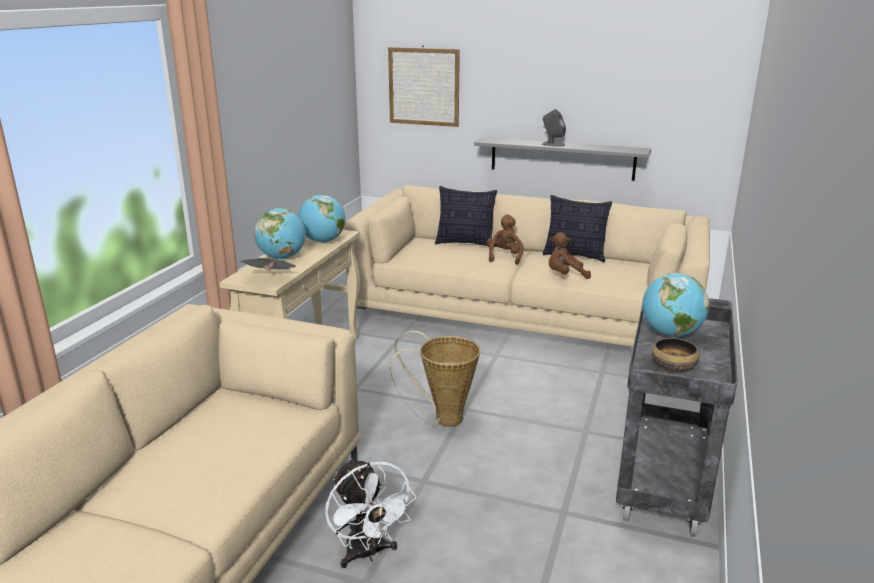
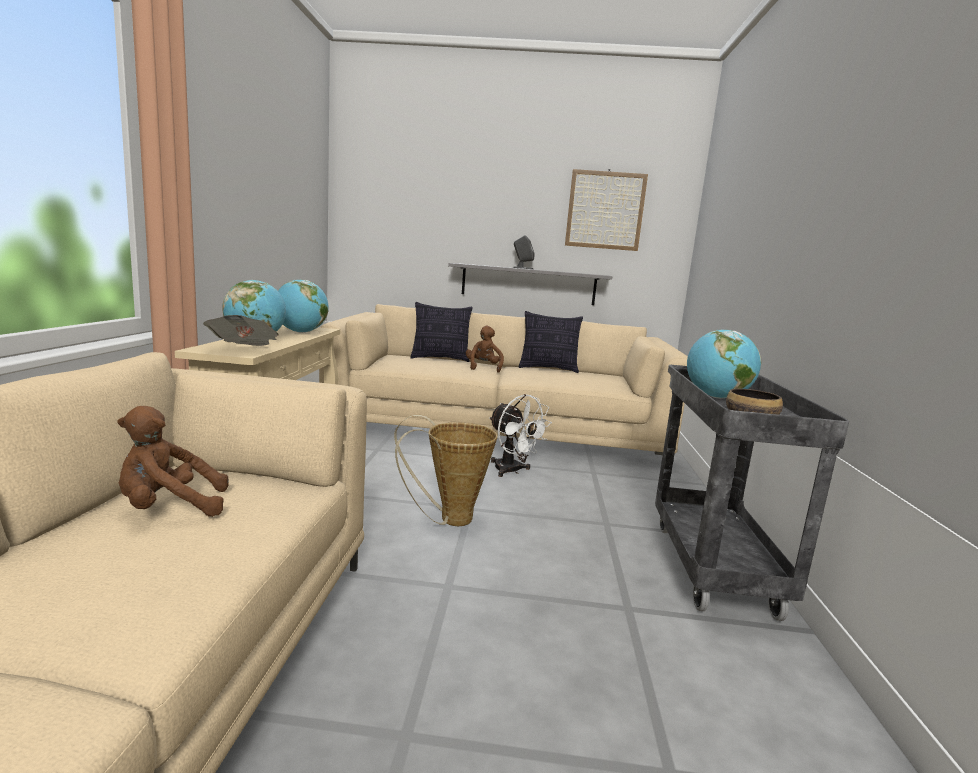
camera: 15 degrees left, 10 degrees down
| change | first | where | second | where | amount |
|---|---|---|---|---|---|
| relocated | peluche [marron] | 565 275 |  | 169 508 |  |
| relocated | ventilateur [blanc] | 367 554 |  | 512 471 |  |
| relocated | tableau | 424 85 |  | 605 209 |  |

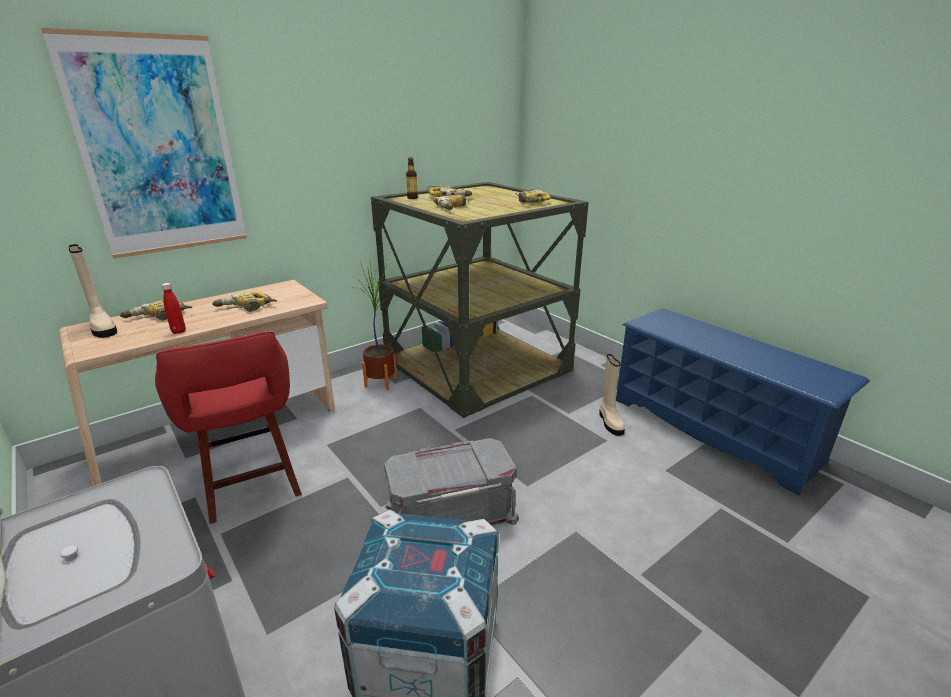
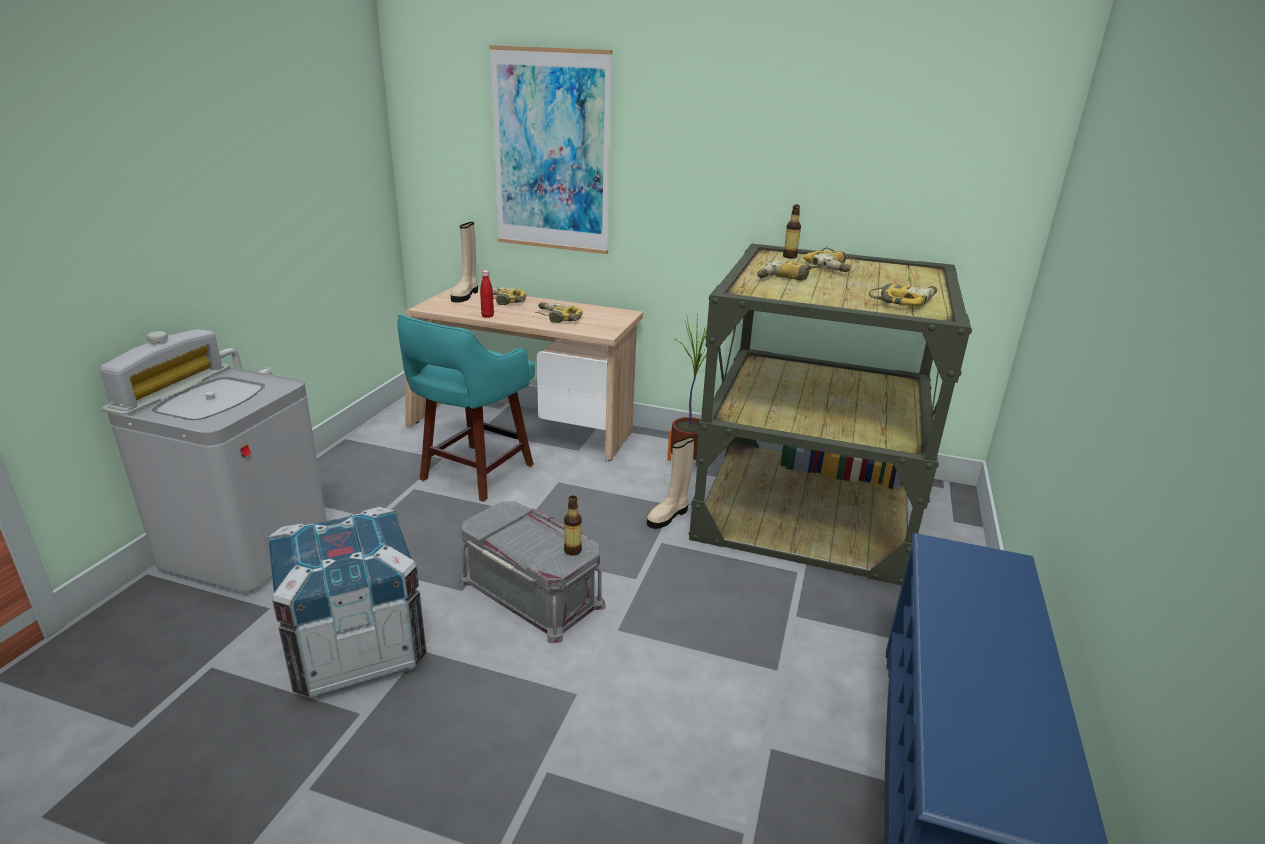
camera: 55 degrees right, 0 degrees up
| change | first | where | second | where | amount |
|---|---|---|---|---|---|
| colour | tabouret [rouge] | 251 486 | tabouret [turquoise] | 473 474 |  |
| appeared |  |  | bouteille | 572 550 |  |
| relocated | botte [beige] | 609 422 |  | 668 516 |  |

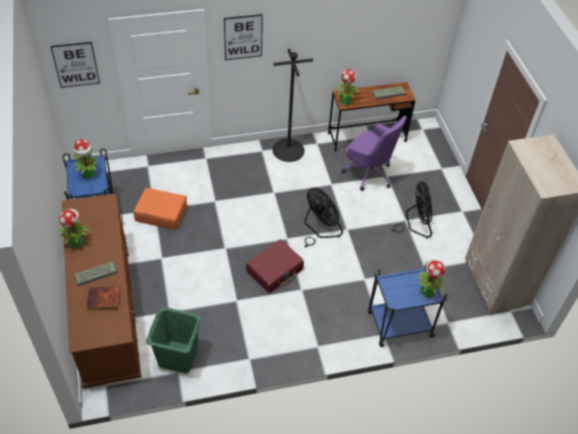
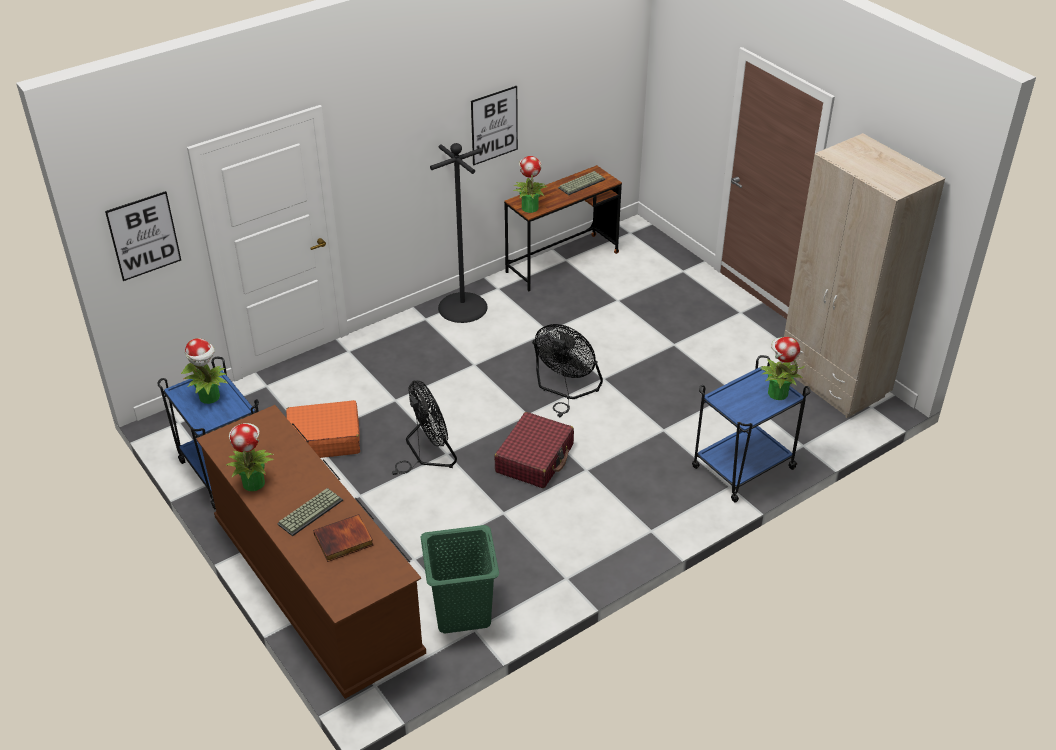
camera: 20 degrees left, 10 degrees down
| change | first | where | second | where | amount |
|---|---|---|---|---|---|
| relocated | ventilateur [noir] | 414 222 |  | 424 451 |  |
| relocated | tableau | 243 37 |  | 494 125 |  |
| missing | chaise de bureau [violet] | 368 174 |  |  |  |

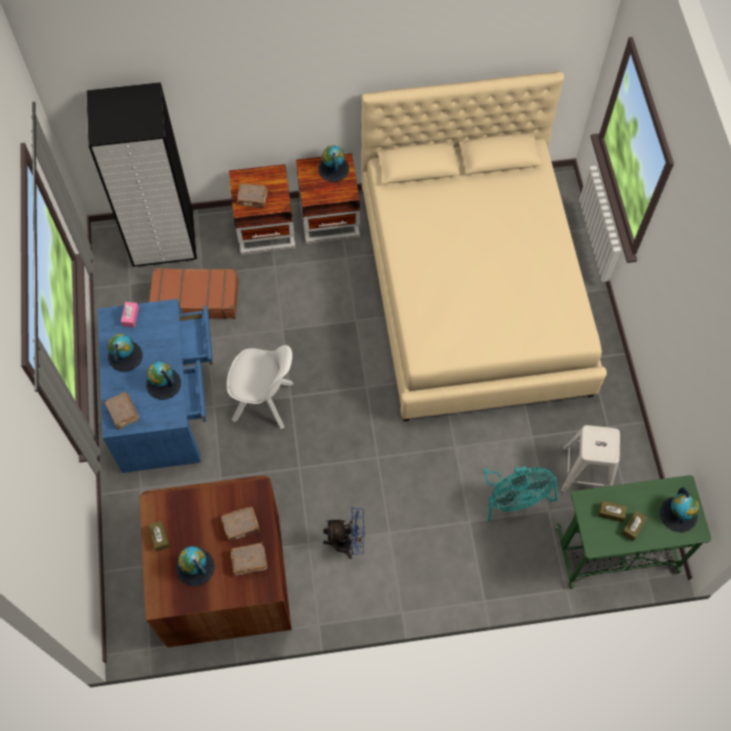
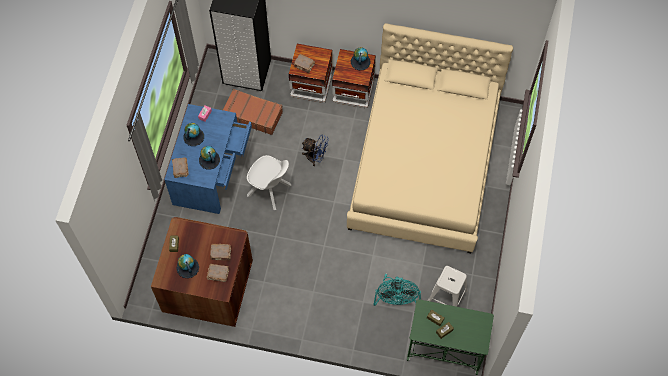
camera: 20 degrees right, 0 degrees up
| change | first | where | second | where | amount |
|---|---|---|---|---|---|
| relocated | ventilateur [bleu] | 348 543 |  | 315 157 |  |
| missing | globe | 678 514 |  |  |  |

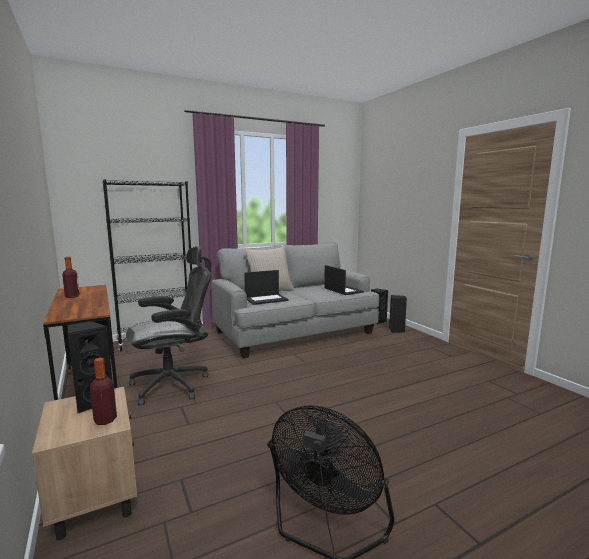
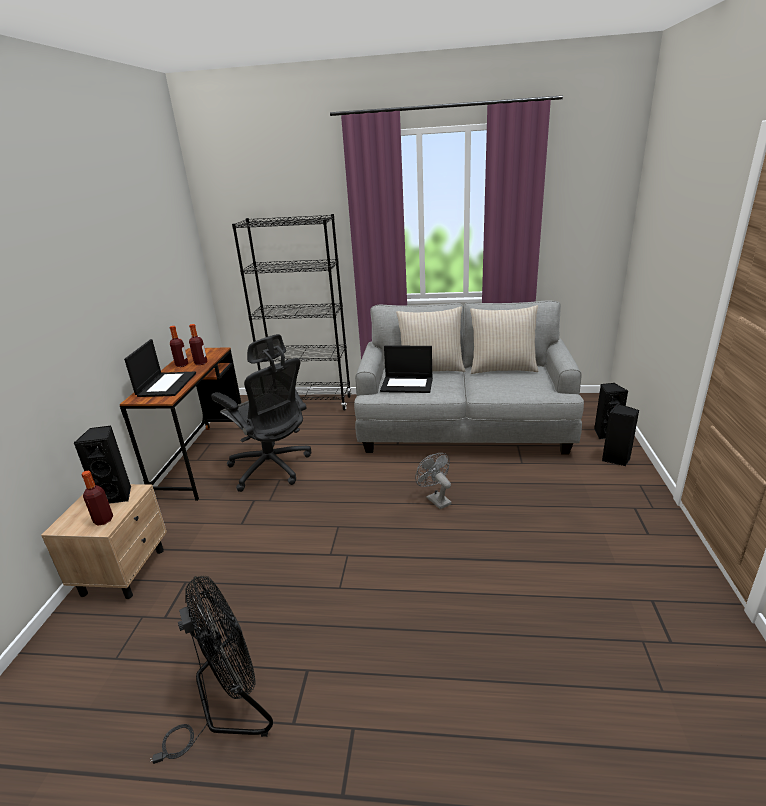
camera: 35 degrees right, 15 degrees up
| change | first | where | second | where | amount |
|---|---|---|---|---|---|
| relocated | ordinateur portable | 342 290 |  | 166 384 |  |
| appeared |  |  | bouteille | 201 363 |  |
| spun | chaise de bureau | 174 384 |  | 272 469 | 45 degrees clockwise |
| appeared |  |  | ventilateur [gris] | 435 499 |  |
| appeared |  |  | coussin [beige] | 502 368 |  |

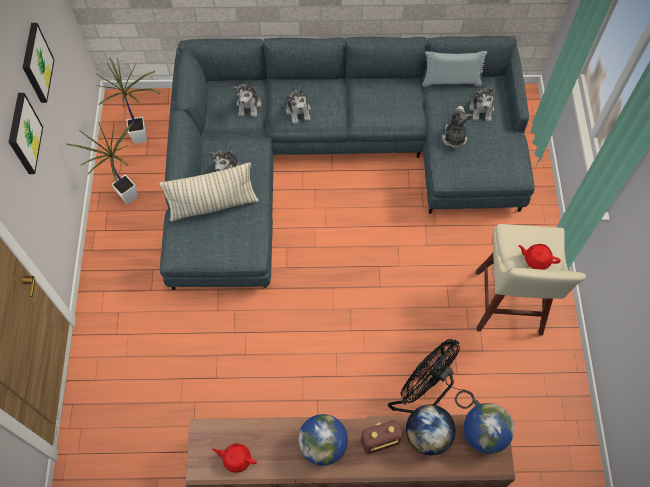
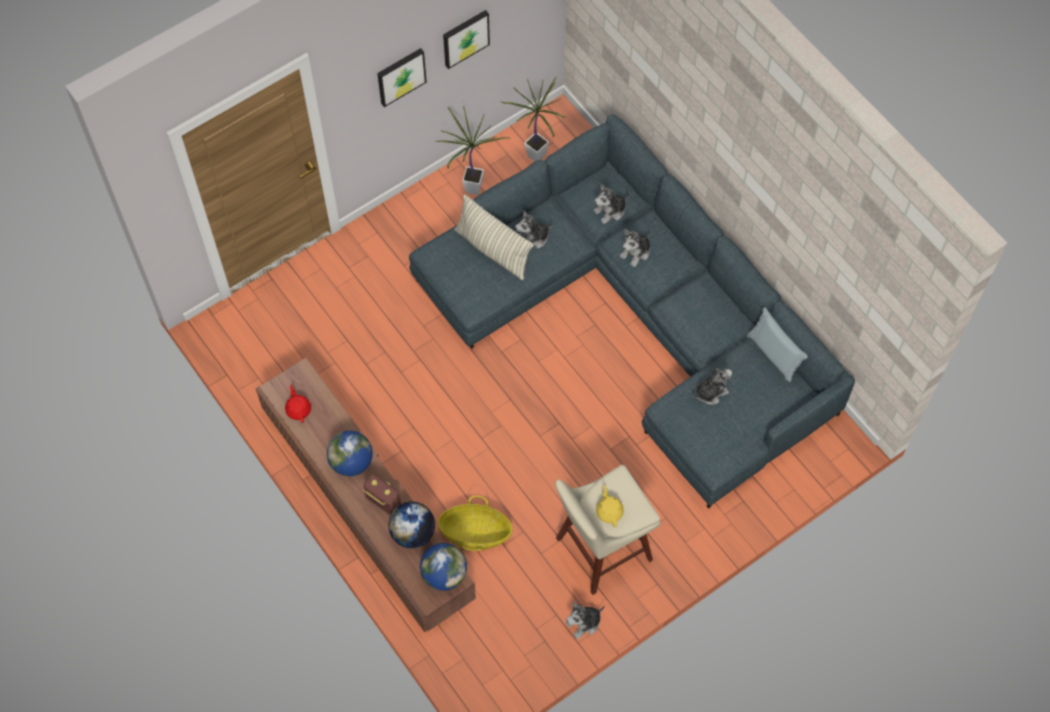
camera: 55 degrees right, 0 degrees up
| change | first | where | second | where | amount |
|---|---|---|---|---|---|
| exchanged | ventilateur [noir] | 432 389 | panier | 475 533 |  |
| relocated | peluche | 481 109 |  | 584 623 |  |
| colour | théière [rouge] | 536 259 | théière [jaune] | 609 511 |  |

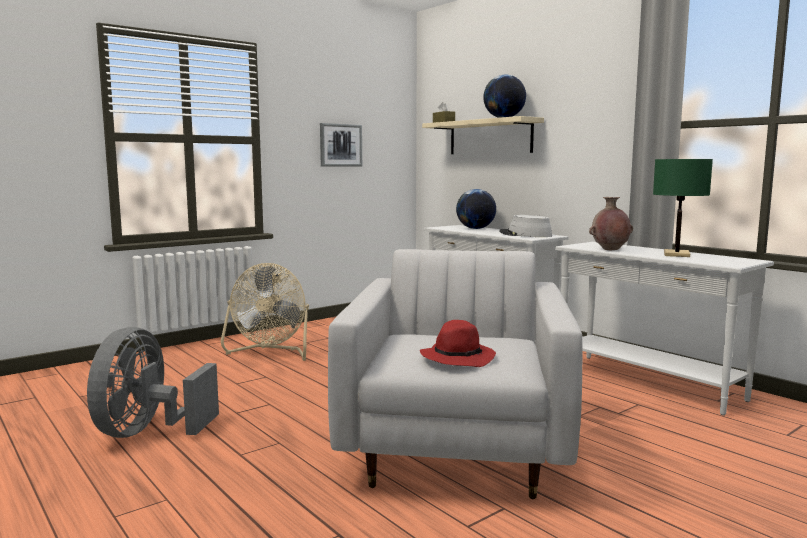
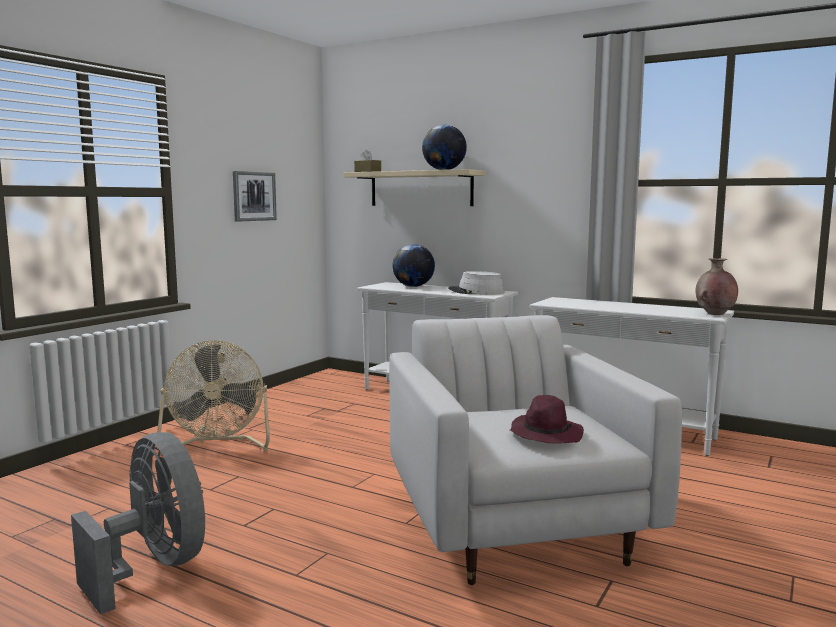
camera: 20 degrees left, 0 degrees up
| change | first | where | second | where | amount |
|---|---|---|---|---|---|
| spun | ventilateur [gris] | 148 432 |  | 154 567 | 150 degrees clockwise |
| colour | chapeau [rouge] | 458 358 | chapeau [violet] | 545 434 |  |
| relocated | vase [marron] | 609 249 |  | 715 314 |  |
| missing | lampe de table [vert] | 676 254 |  |  |  |

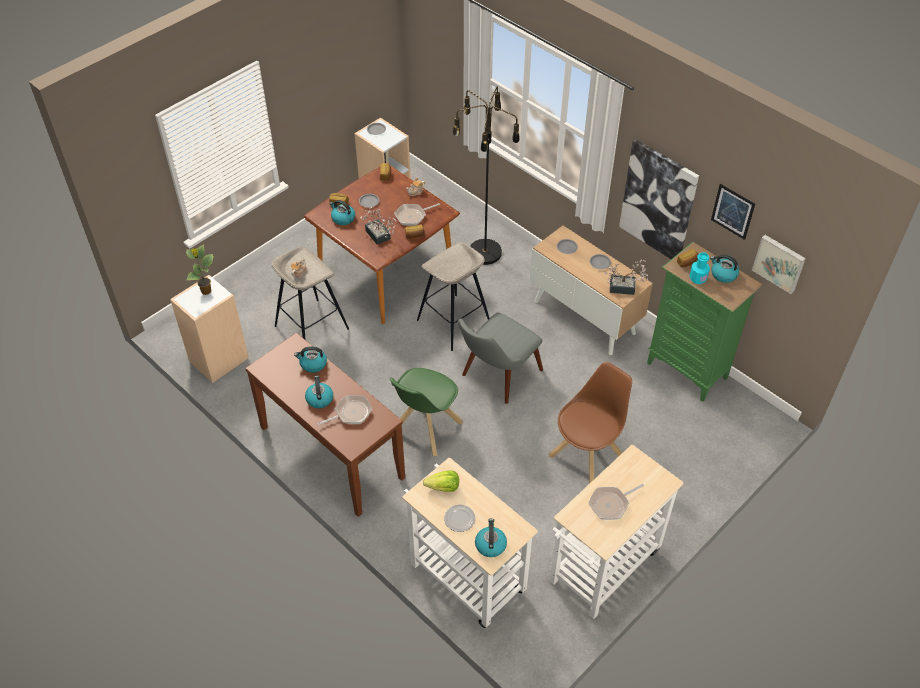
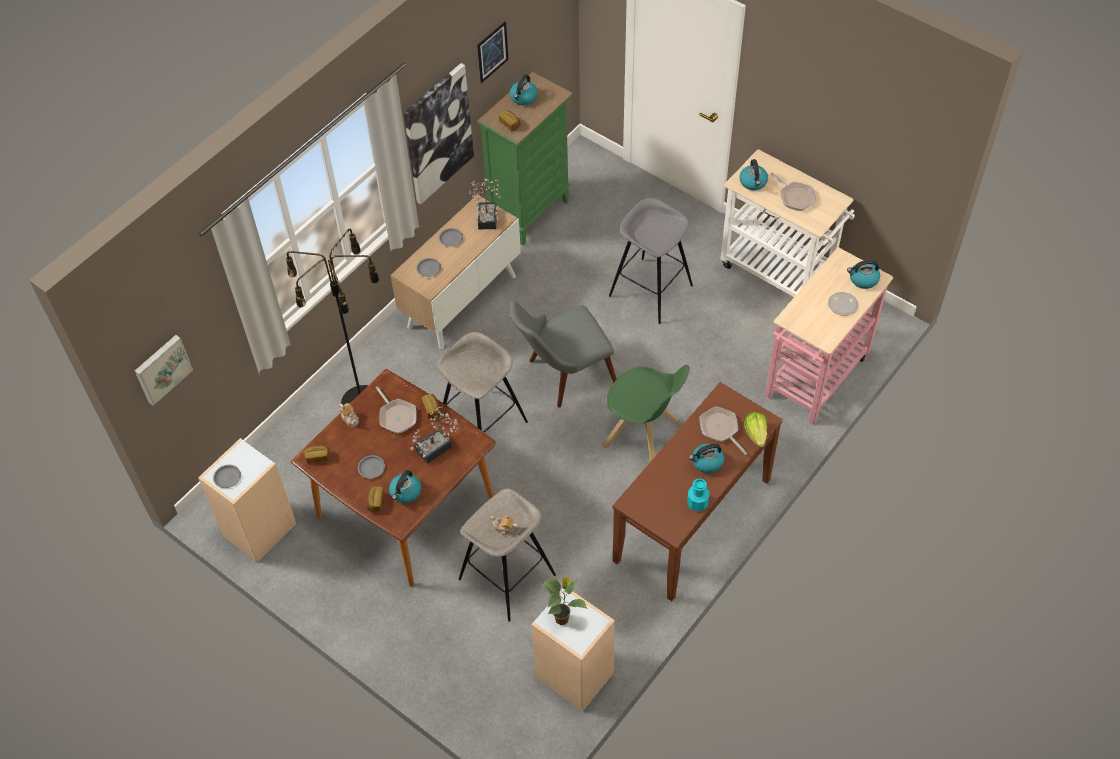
camera: 95 degrees left, 5 degrees up
| change | first | where | second | where | amount |
|---|---|---|---|---|---|
| relocated | tableau | 779 263 |  | 162 368 |  |
| spun | chaise [gris] | 495 378 |  | 562 376 | 120 degrees clockwise |
| exchanged | chaise [marron] | 587 454 | tabouret [gris] | 650 290 |  |
| relocated | bouteille [turquoise] | 698 278 |  | 697 503 |  |
| relocated | bouilloire | 313 364 |  | 753 182 |  |
| relocated | laitue | 443 488 |  | 756 434 |  |
| colour | chariot [blanc] | 466 577 | chariot [rose] | 815 377 |  |

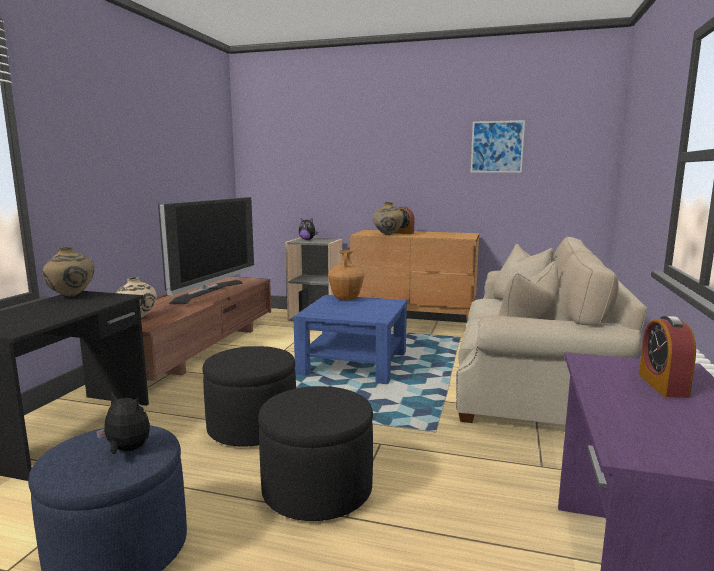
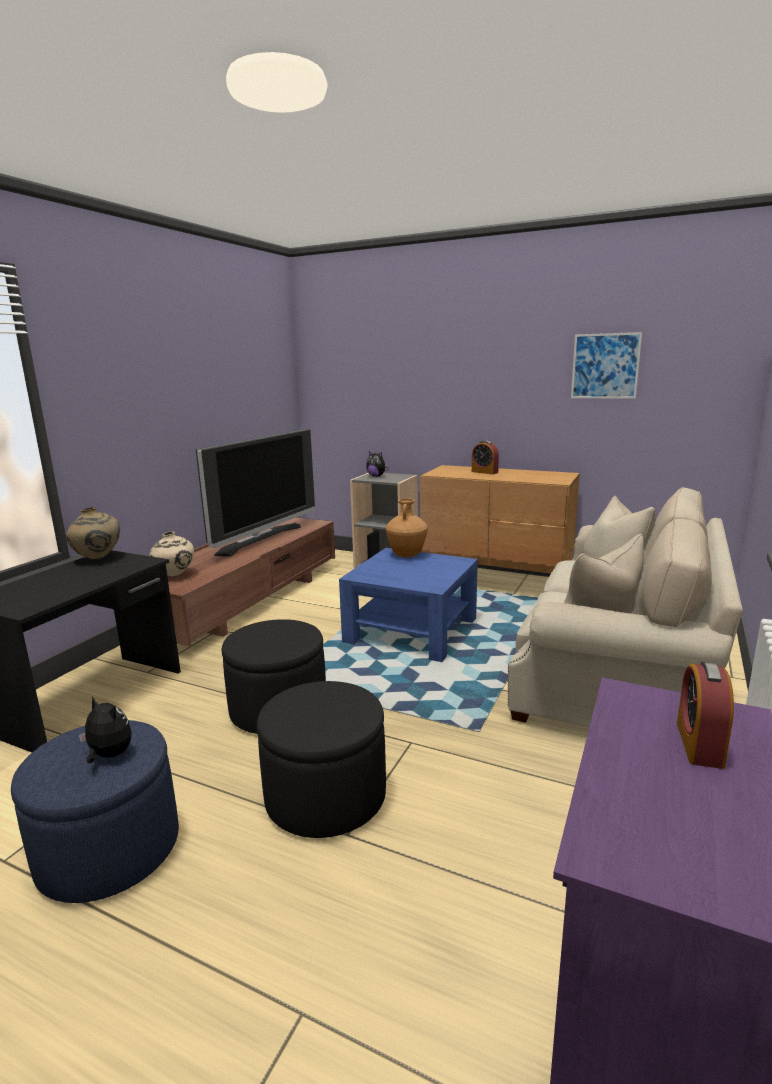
camera: 10 degrees right, 5 degrees up
| change | first | where | second | where | amount |
|---|---|---|---|---|---|
| missing | vase [beige] | 388 235 |  |  |  |

